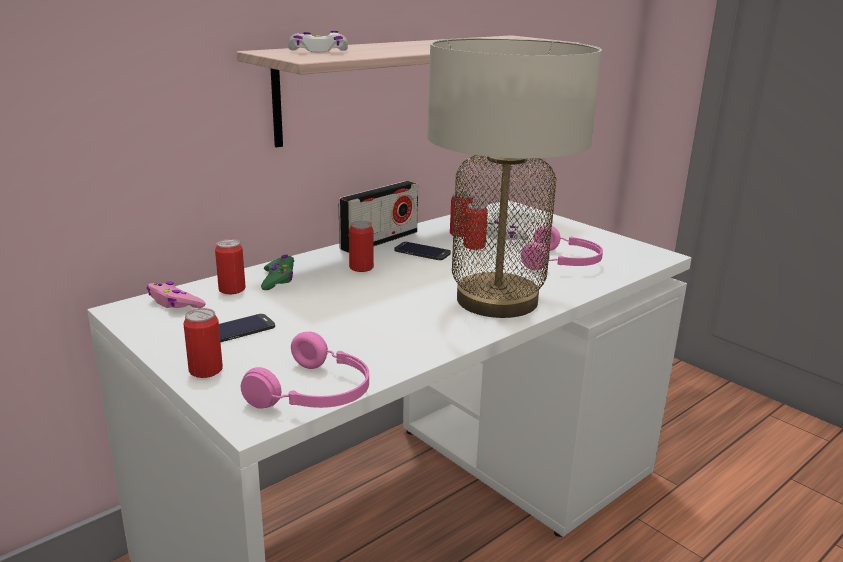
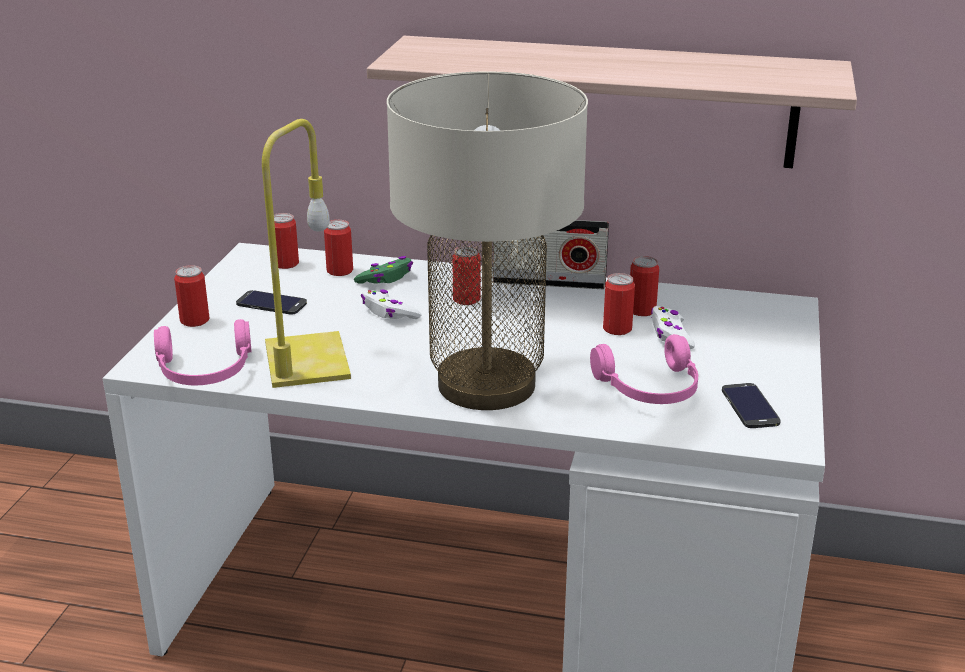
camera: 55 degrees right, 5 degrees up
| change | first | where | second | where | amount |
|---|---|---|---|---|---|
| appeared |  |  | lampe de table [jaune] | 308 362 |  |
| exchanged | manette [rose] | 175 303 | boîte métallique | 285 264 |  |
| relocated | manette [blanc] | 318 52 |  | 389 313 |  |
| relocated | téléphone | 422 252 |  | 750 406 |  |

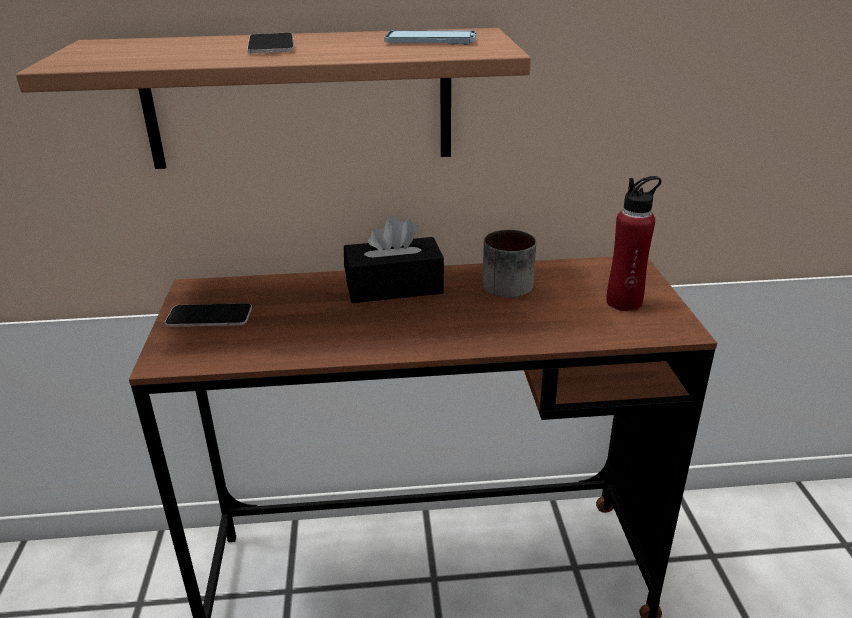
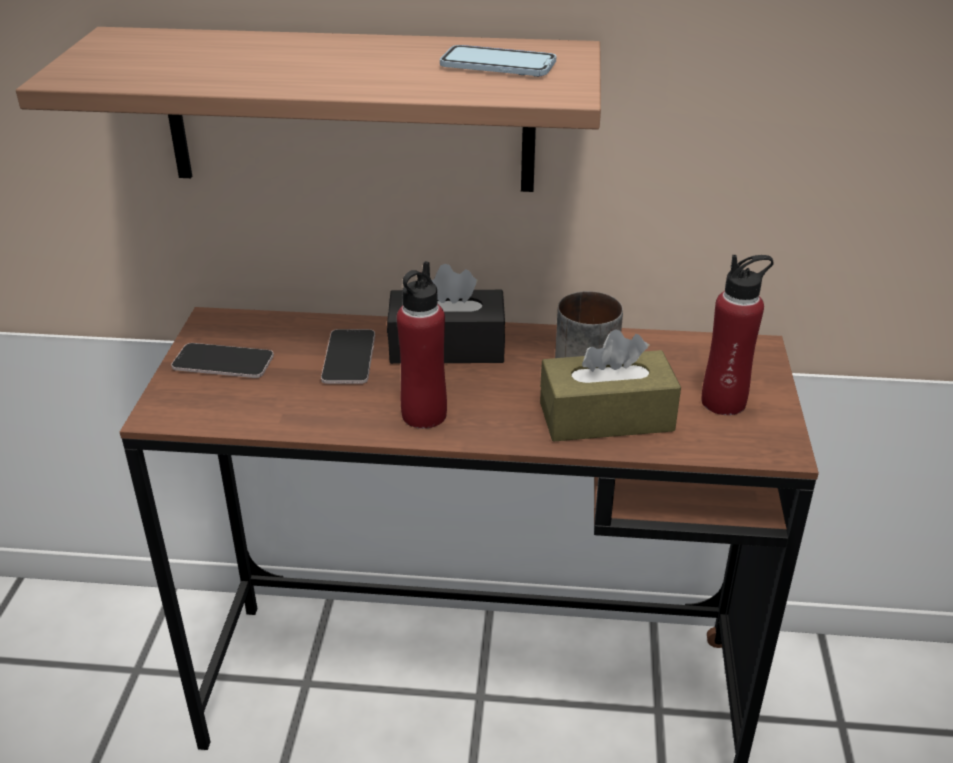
camera: 10 degrees right, 5 degrees up
| change | first | where | second | where | amount |
|---|---|---|---|---|---|
| relocated | téléphone | 271 45 |  | 349 358 |  |
| appeared |  |  | bouteille [rouge] | 424 415 |  |
| appeared |  |  | boîte à mouchoirs [marron] | 606 417 |  |

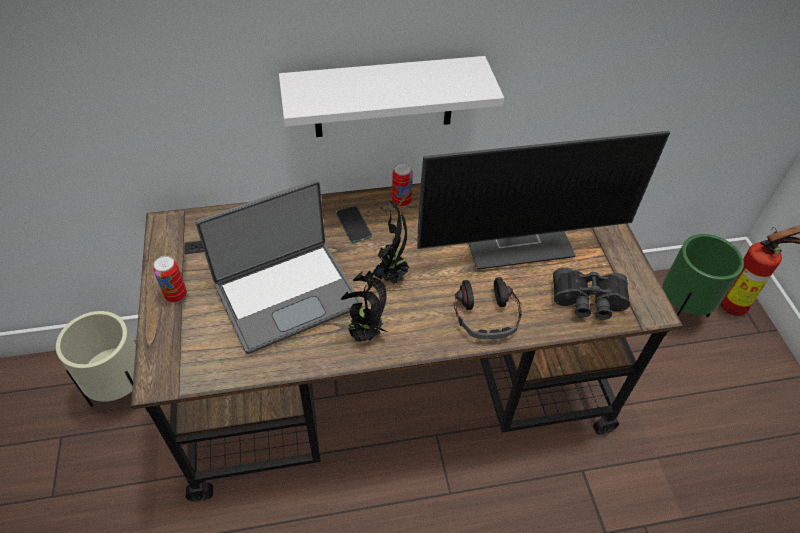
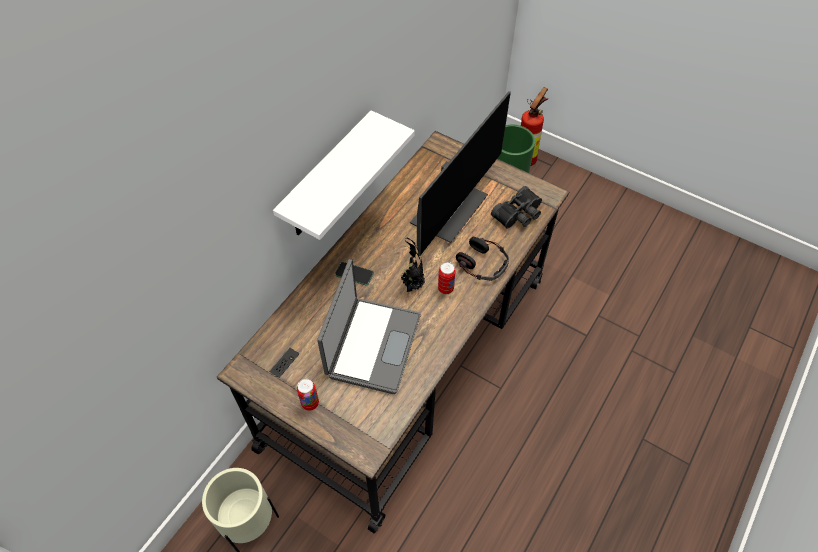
camera: 45 degrees left, 5 degrees up
| change | first | where | second | where | amount |
|---|---|---|---|---|---|
| relocated | boîte métallique | 401 201 |  | 445 288 |  |
| missing | plante en pot | 365 335 |  |  |  |

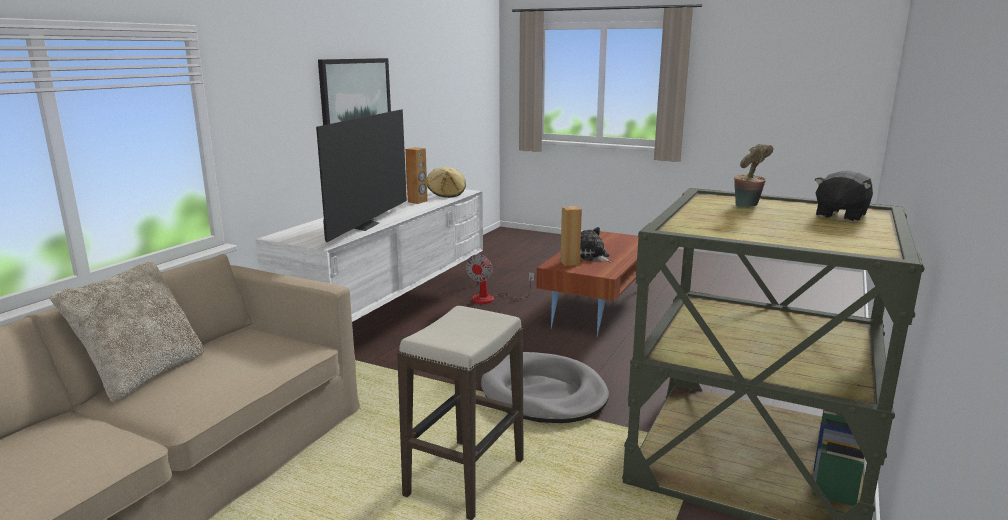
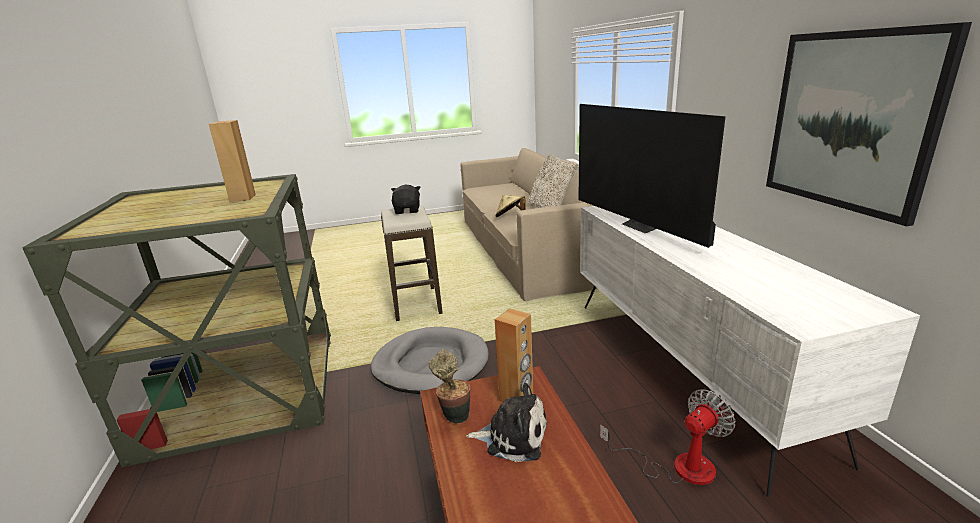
camera: 140 degrees right, 5 degrees up
| change | first | where | second | where | amount |
|---|---|---|---|---|---|
| relocated | enceinte [marron] | 417 201 |  | 242 198 |  |
| relocated | peluche [noir] | 840 215 |  | 407 210 |  |
| relocated | plante en pot | 748 206 |  | 454 415 |  |
| relocated | chapeau [beige] | 446 194 |  | 510 217 |  |
| spun | ventilateur | 491 299 |  | 678 466 | 75 degrees clockwise |

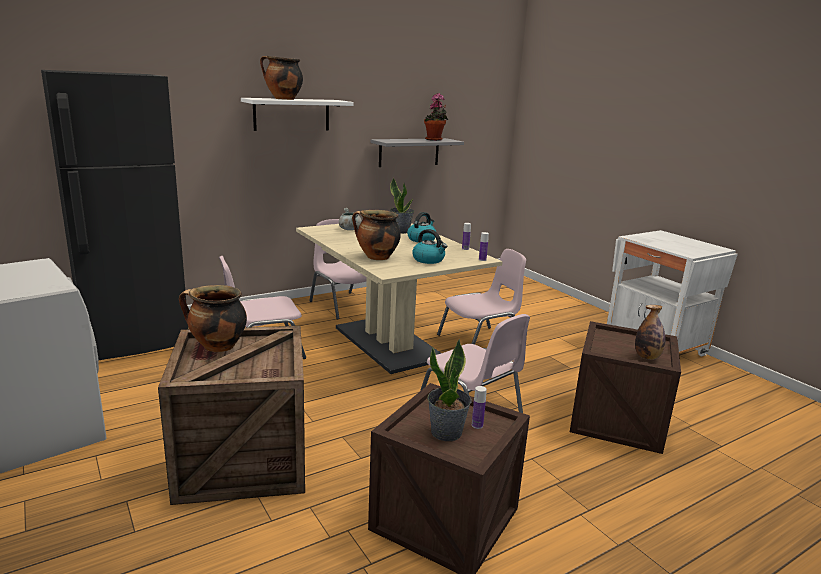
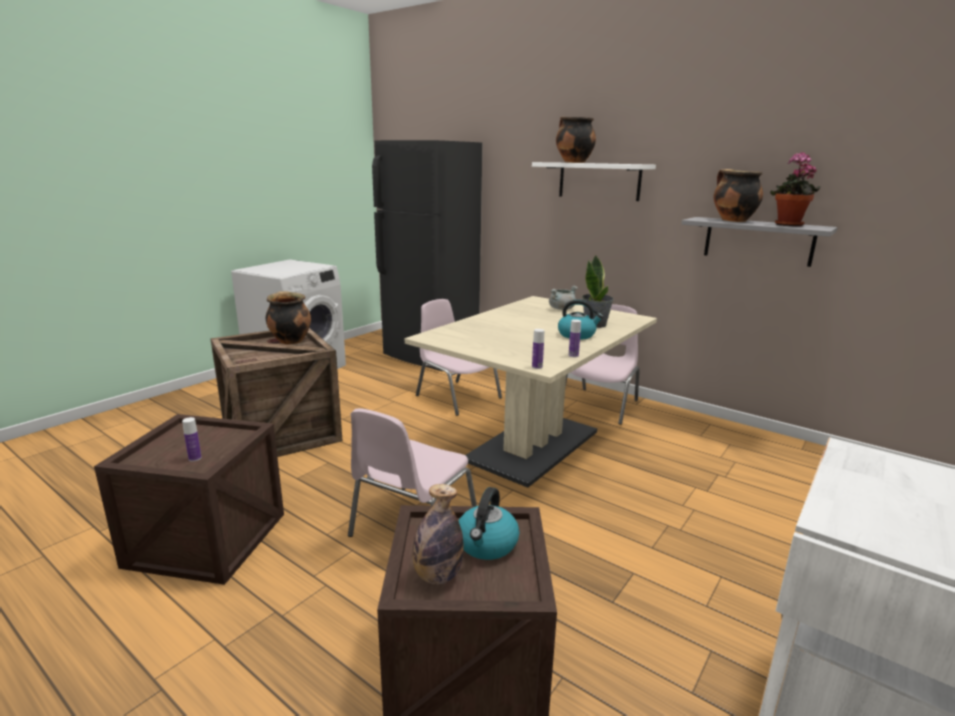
camera: 70 degrees right, 0 degrees up
| change | first | where | second | where | amount |
|---|---|---|---|---|---|
| relocated | bouilloire | 429 260 |  | 487 544 |  |
| relocated | marmite | 376 257 |  | 732 220 |  |
| missing | plante en pot | 447 432 |  |  |  |
| missing | chaise [rose] | 480 342 |  |  |  |

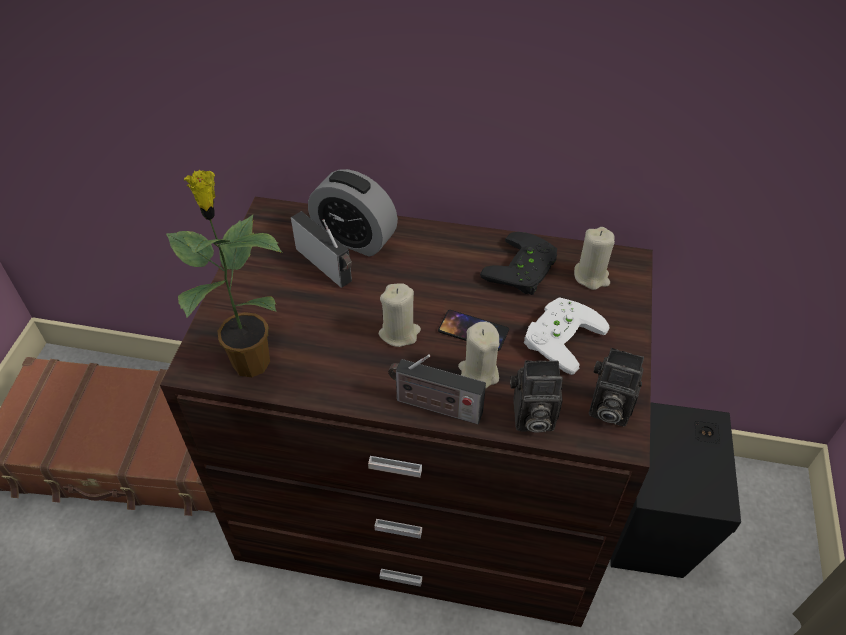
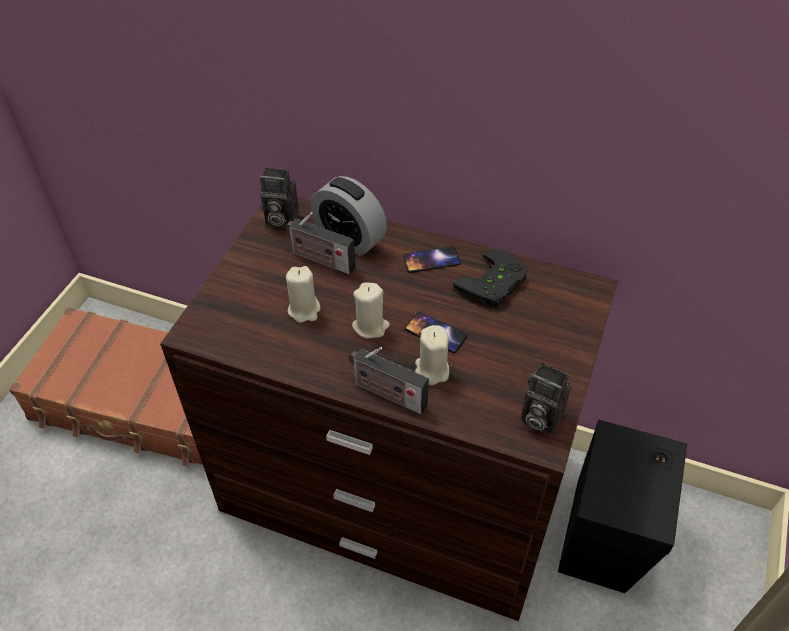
camera: 10 degrees right, 0 degrees up
| change | first | where | second | where | amount |
|---|---|---|---|---|---|
| relocated | appareil photo | 531 418 |  | 279 219 |  |
| spun | radio | 326 266 |  | 320 260 | 150 degrees clockwise |
| relocated | bougie [beige] | 591 276 |  | 304 310 |  |
| appeared |  |  | téléphone | 431 260 |  |
| missing | plante en pot | 250 360 |  |  |  |
| missing | manette [blanc] | 559 335 |  |  |  |

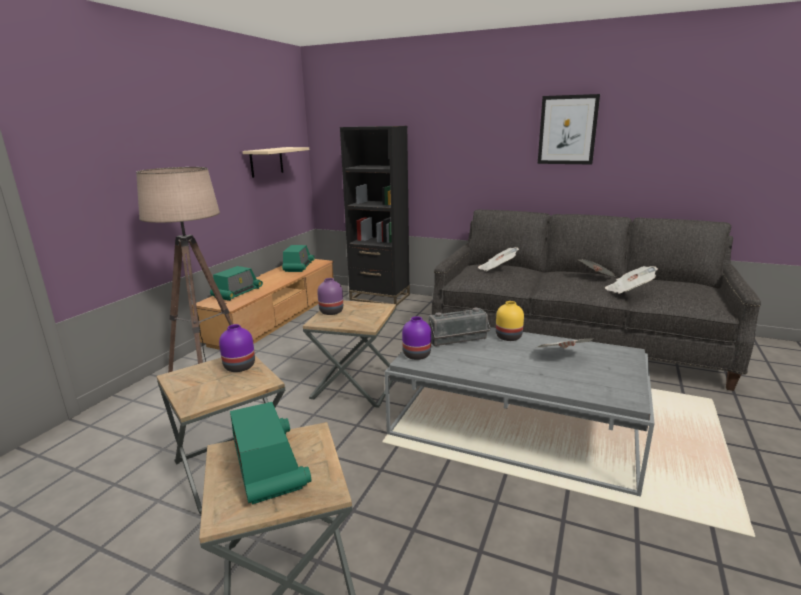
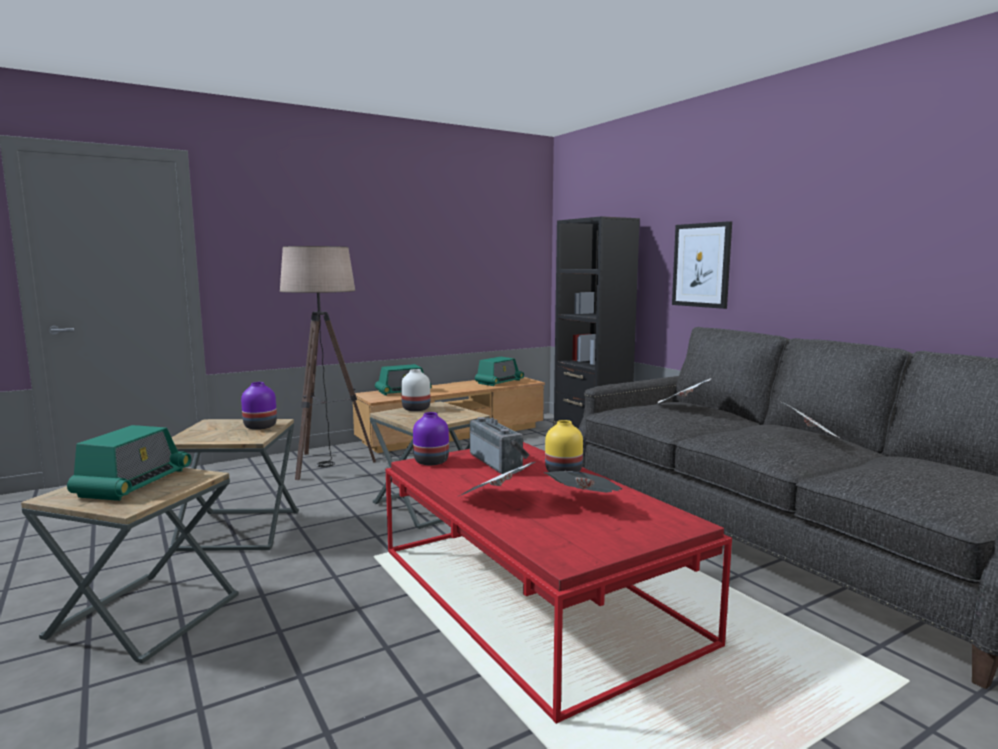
camera: 35 degrees right, 10 degrees down
| change | first | where | second | where | amount |
|---|---|---|---|---|---|
| colour | table basse [gris] | 515 424 | table basse [rouge] | 534 593 |  |
| colour | vase [violet] | 332 311 | vase [blanc] | 417 409 |  |
| relocated | journal | 629 291 |  | 495 499 |  |
| spun | radio | 458 341 |  | 499 462 | 135 degrees counterclockwise |
| relocated | tableau | 567 130 |  | 701 265 |  |
| missing | étagère [beige] | 266 162 |  |  |  |

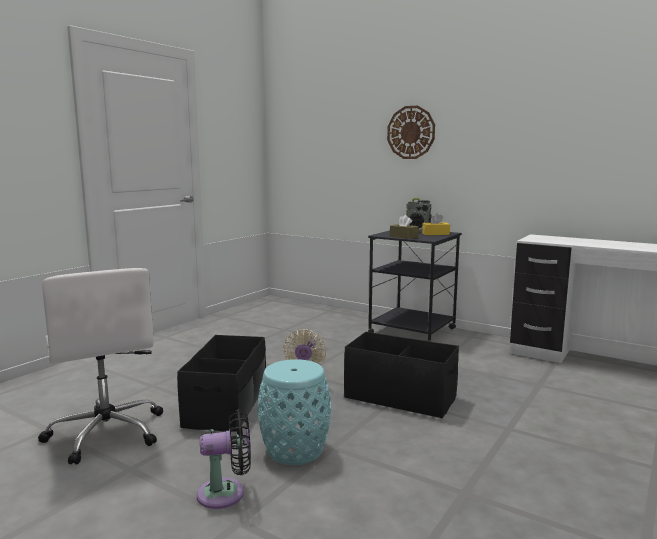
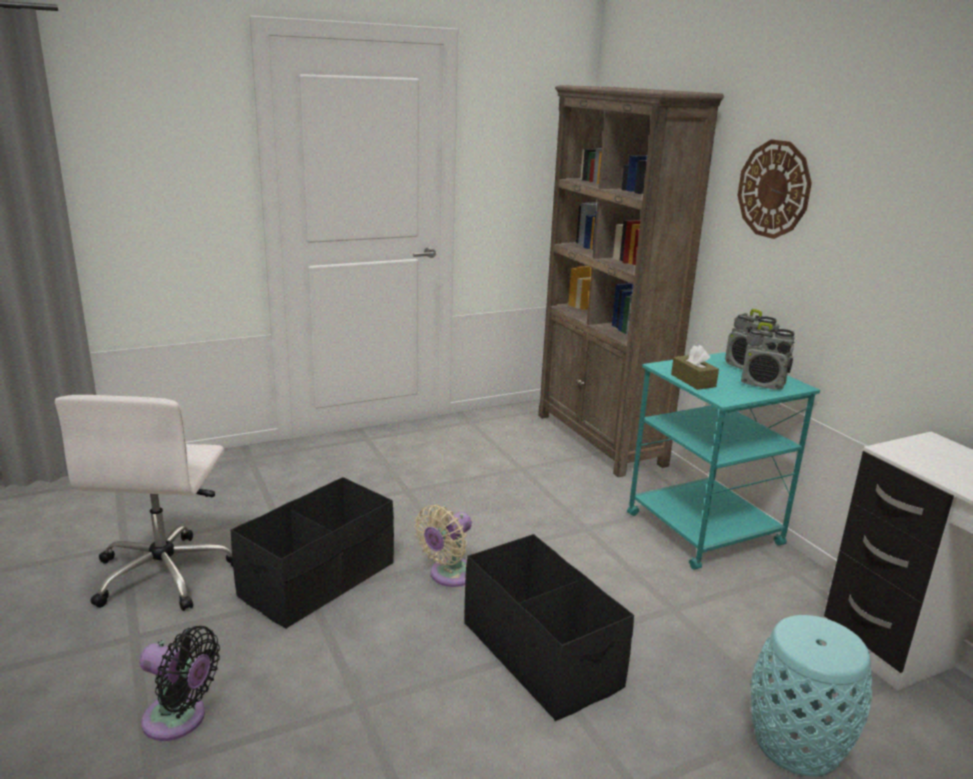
camera: 30 degrees right, 10 degrees up
| change | first | where | second | where | amount |
|---|---|---|---|---|---|
| appeared |  |  | bibliothèque [marron] | 600 440 |  |
| colour | chariot [noir] | 413 332 | chariot [turquoise] | 705 531 |  |
| exchanged | boîte à mouchoirs [jaune] | 435 234 | radio | 763 384 |  |
| relocated | tabouret [turquoise] | 294 450 |  | 796 744 |  |

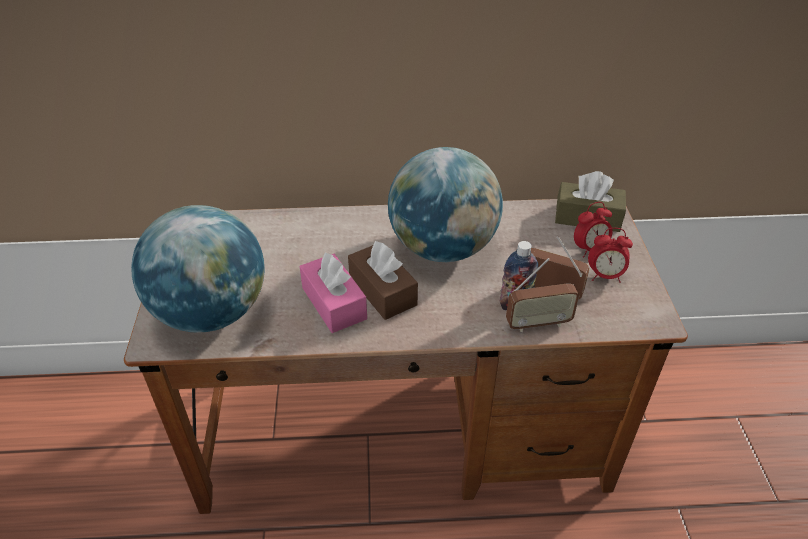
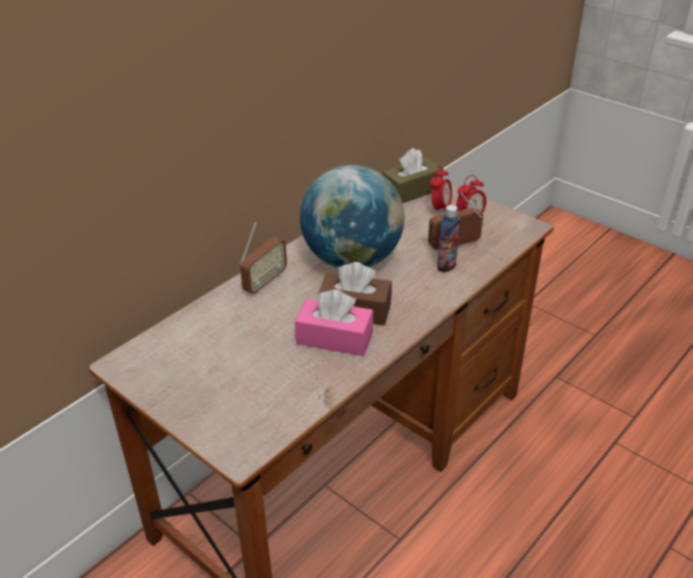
camera: 45 degrees left, 5 degrees down
| change | first | where | second | where | amount |
|---|---|---|---|---|---|
| relocated | radio | 538 323 |  | 265 282 |  |
| missing | globe | 212 312 |  |  |  |

